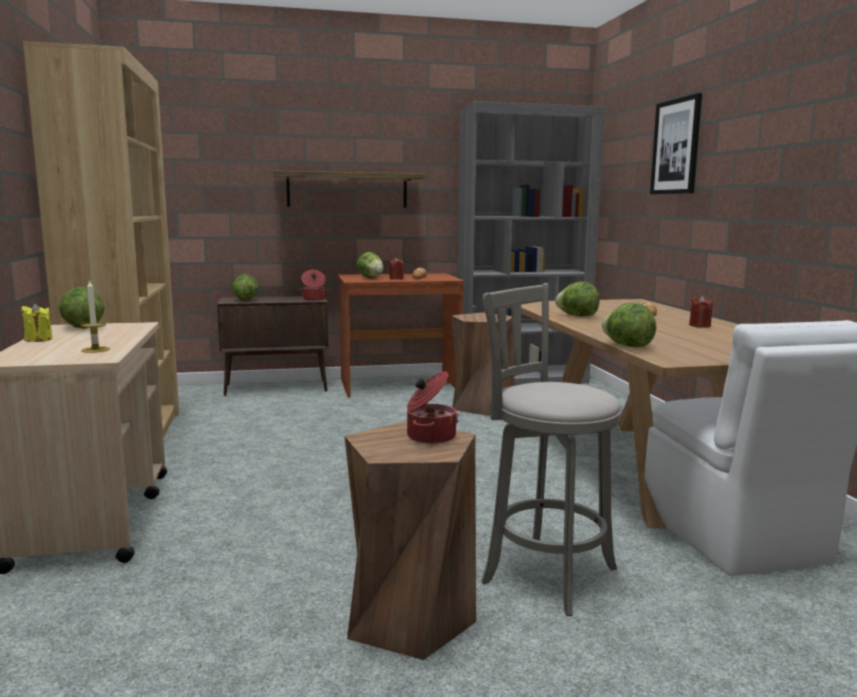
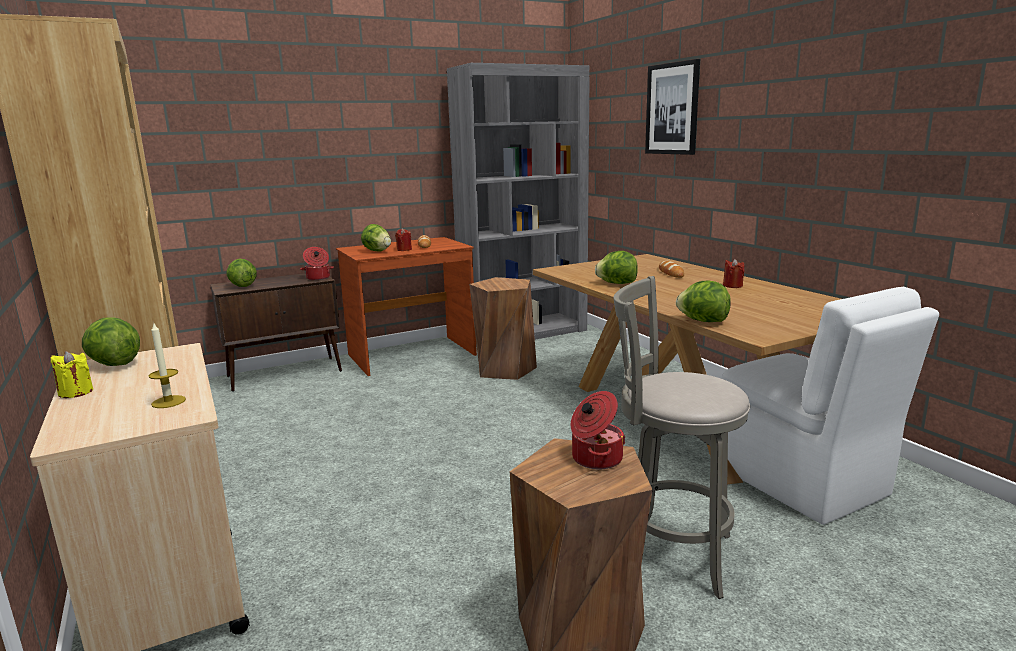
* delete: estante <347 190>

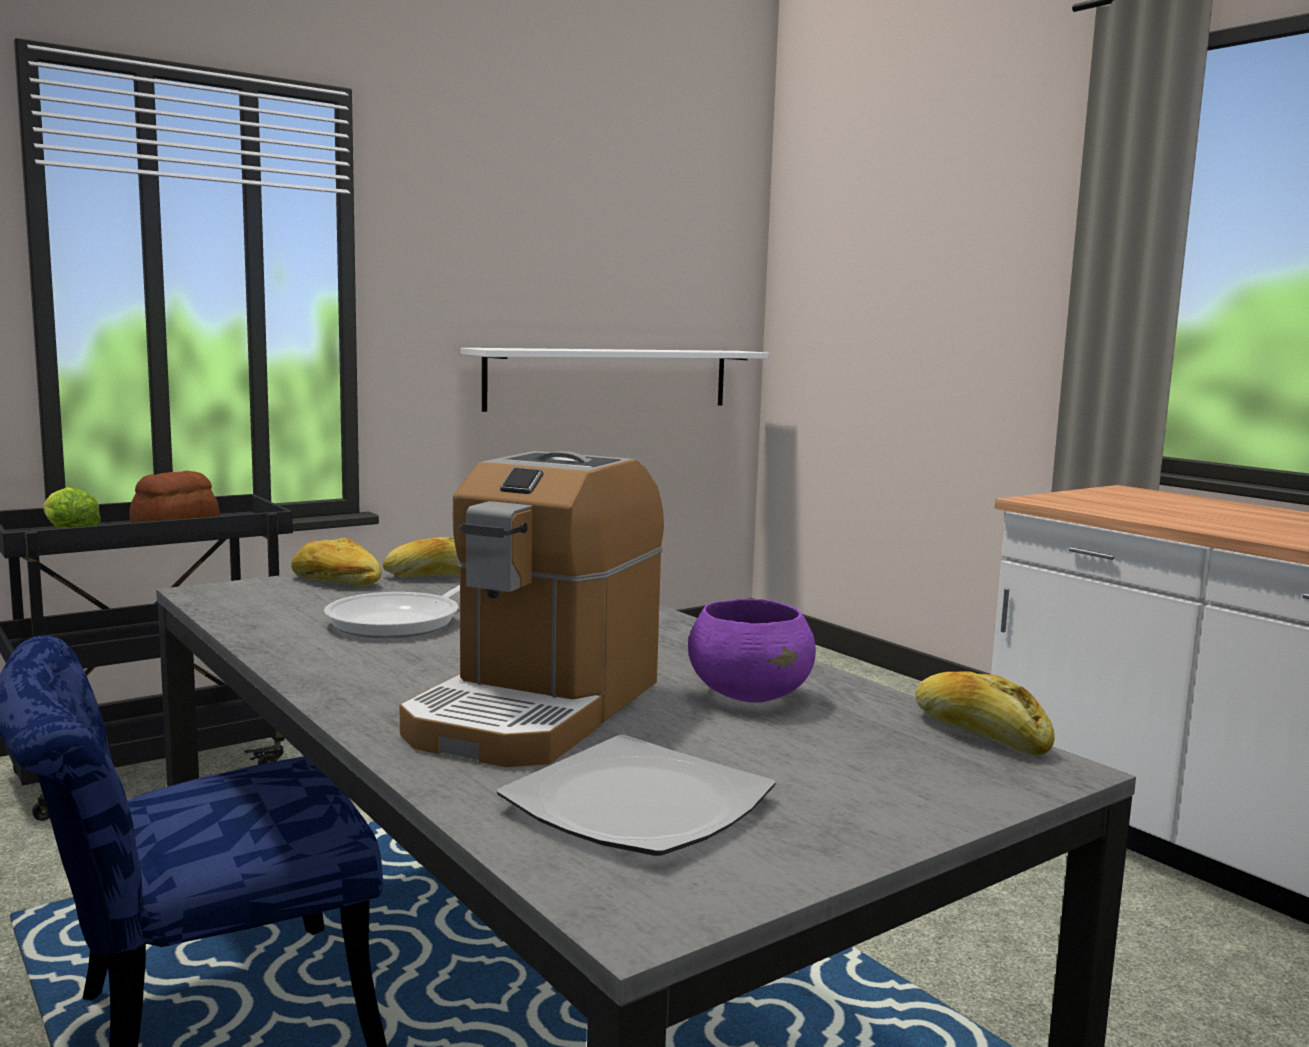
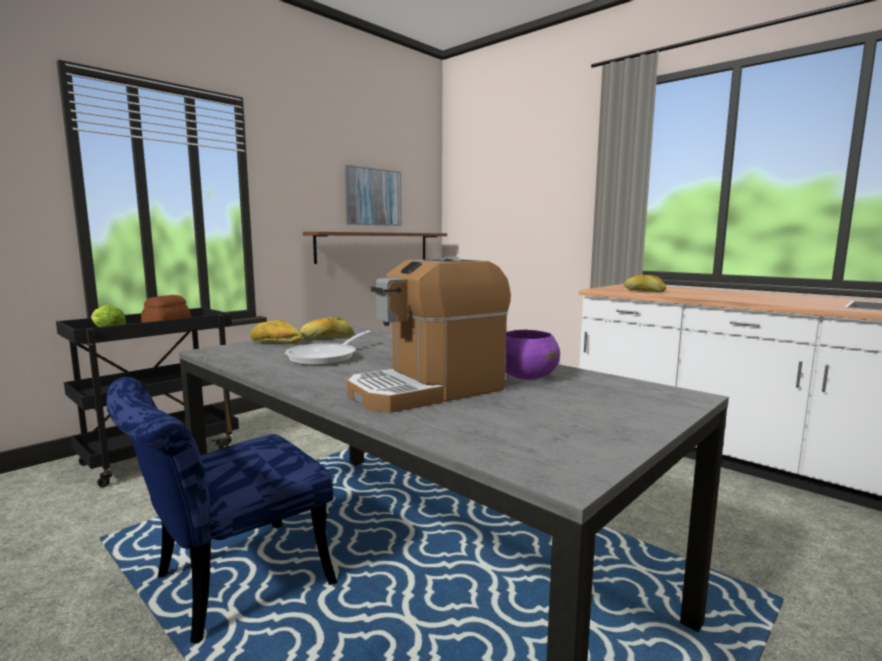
* recolor: estante [blanco] <611 378> to estante [marrón] <374 247>
* rotate: cafetera <537 708> = <428 390> 45 degrees clockwise
* move: pan <979 734> to <643 291>
* delete: plato <635 805>
* insert: cuadro <373 197>

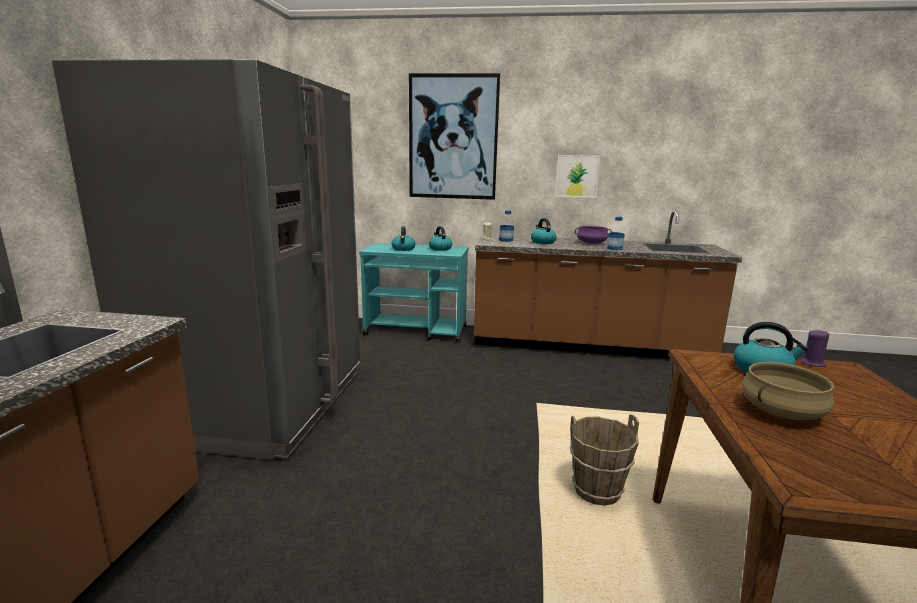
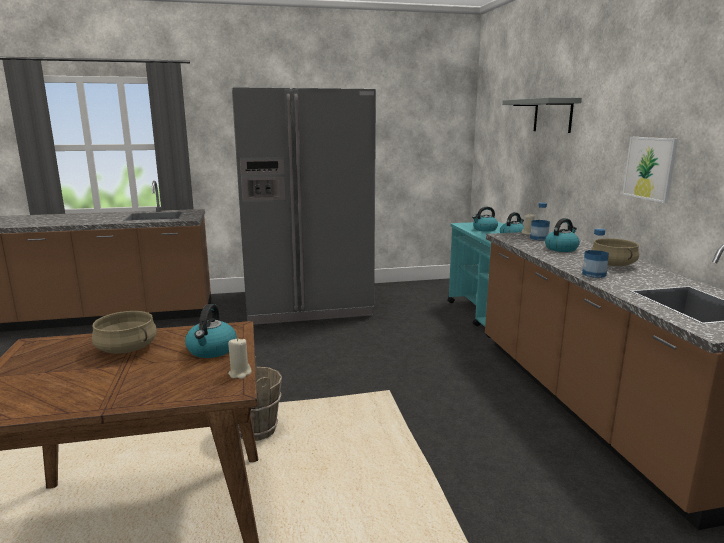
* replace: cuadro <453 138> to estante [gris] <553 115>
* recolor: olla [morado] <591 243> to olla [beis] <612 264>
* recolor: vela [morado] <812 363> to vela [beis] <240 373>

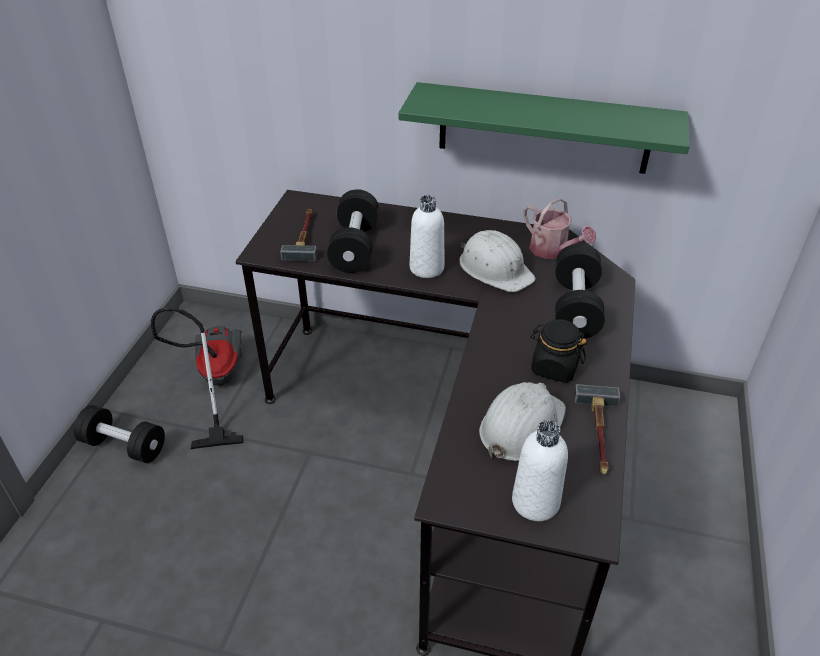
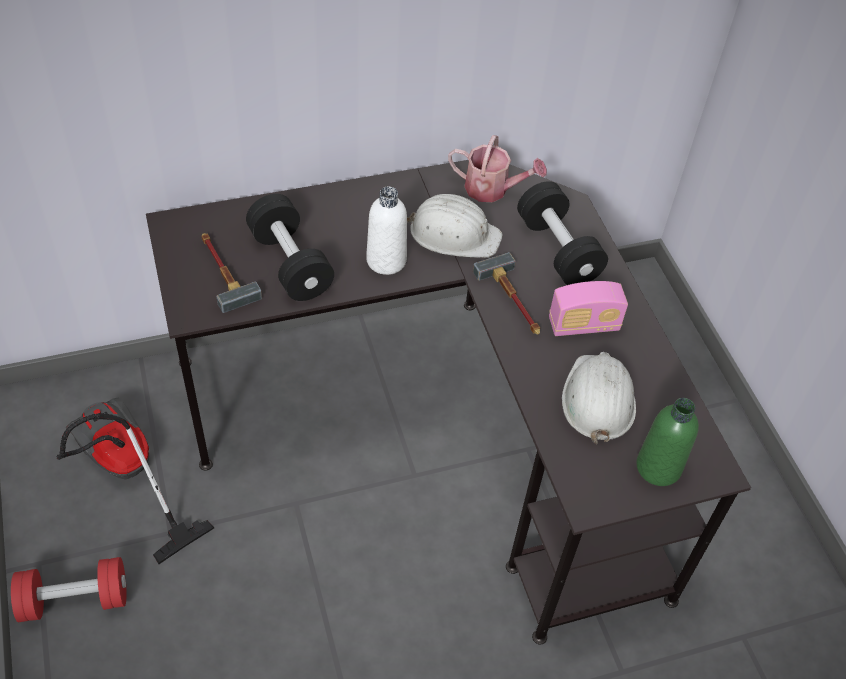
* delete: estante [verde] <543 128>
* replace: tarro [negro] <554 367> to radio <583 325>
* move: martillo <599 434> to <513 301>
* recolor: mancuerna [negro] <124 446> to mancuerna [rojo] <75 599>
* recolor: botella [blanco] <535 502> to botella [verde] <658 467>

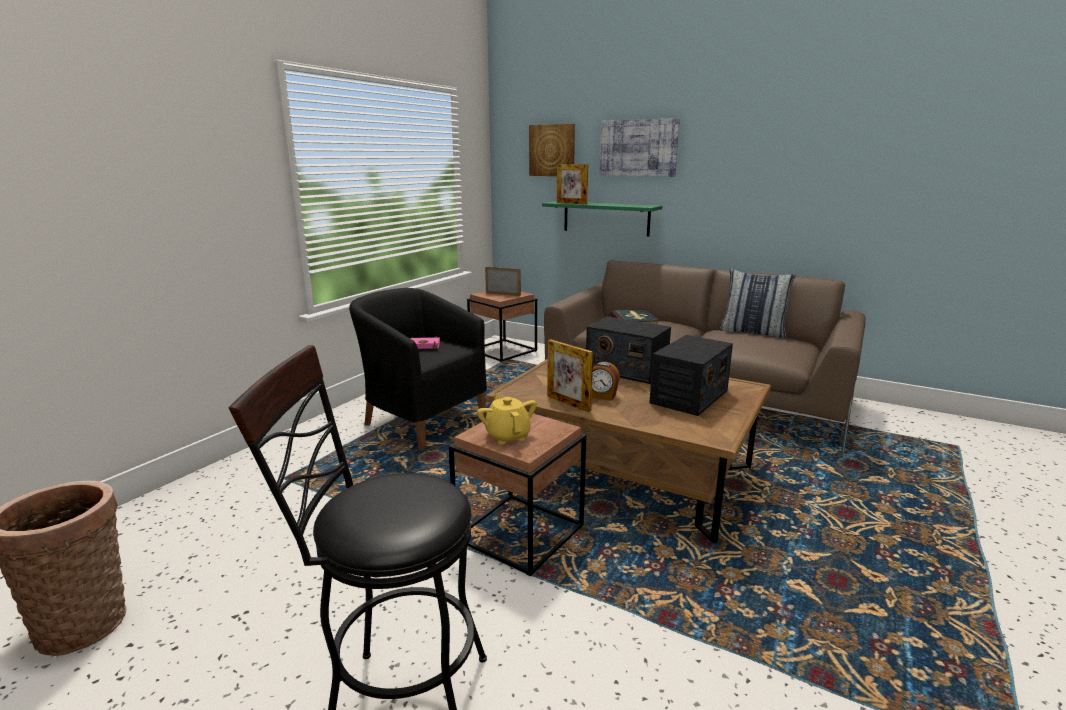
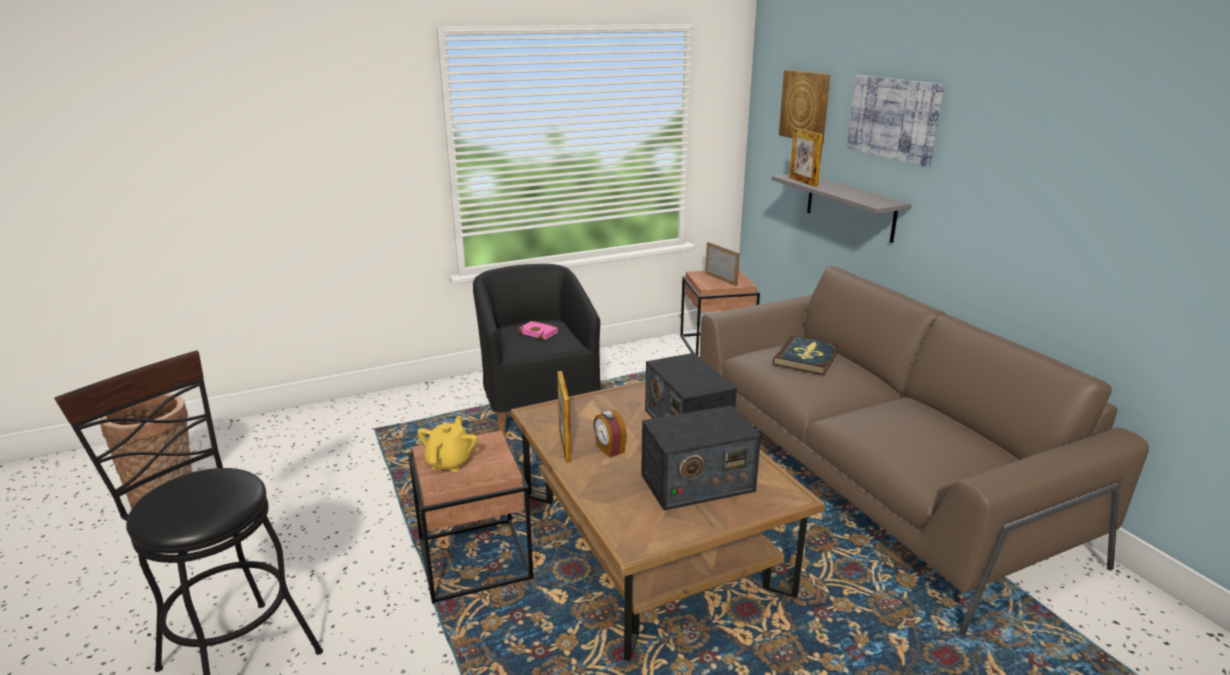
* recolor: estante [verde] <606 218> to estante [gris] <850 207>
* delete: cojín <753 332>

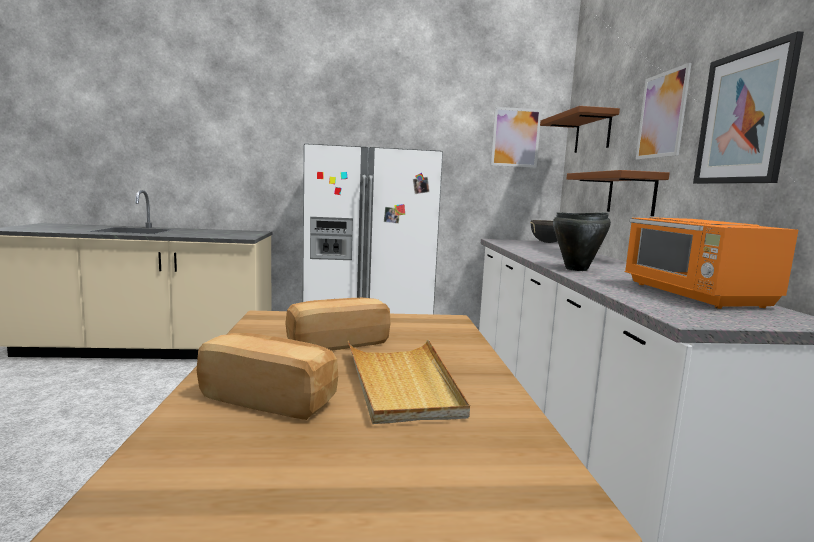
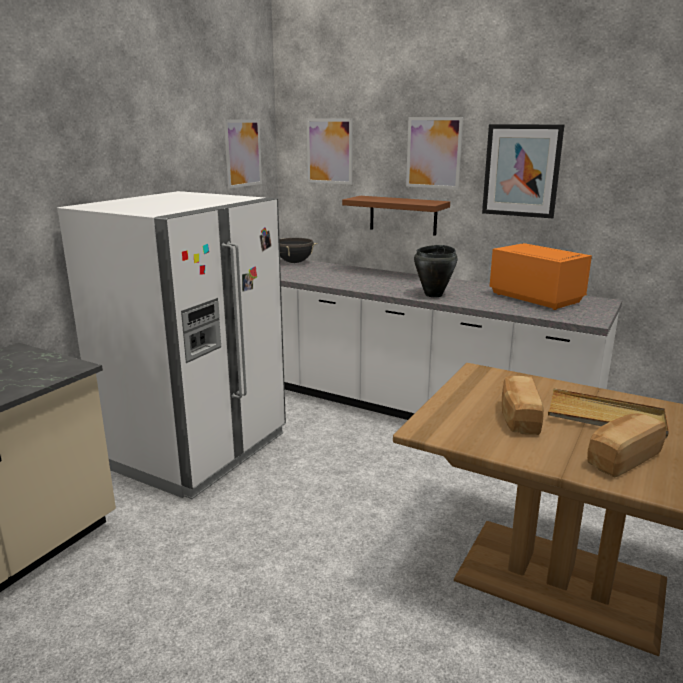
* replace: estante [marrón] <592 133> to cuadro <329 151>
* rotate: microondas [naranja] <695 295> = <535 298> 150 degrees counterclockwise

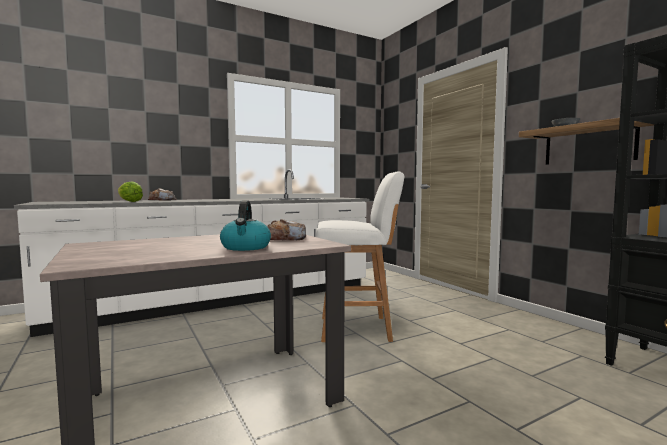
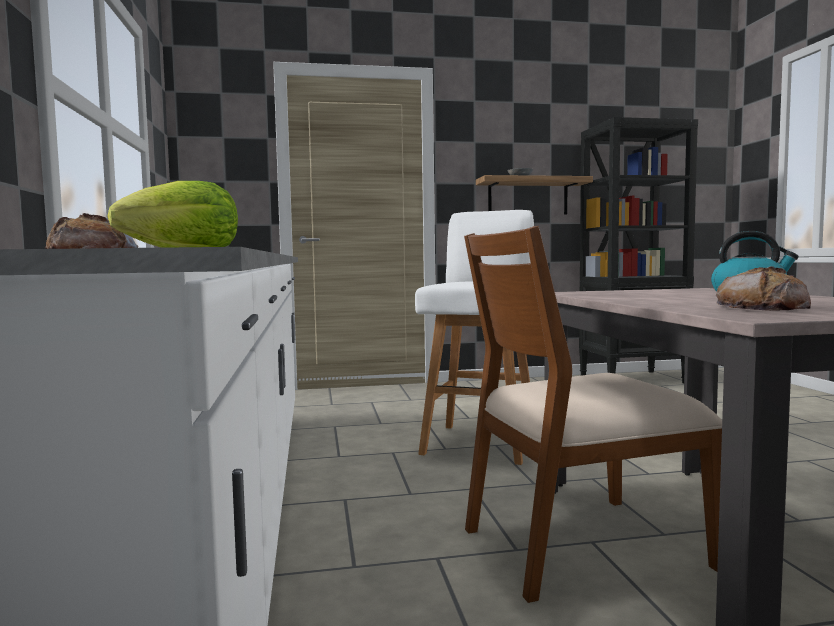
* move: pan <285 238> to <762 307>
* insert: silla [marrón] <580 546>

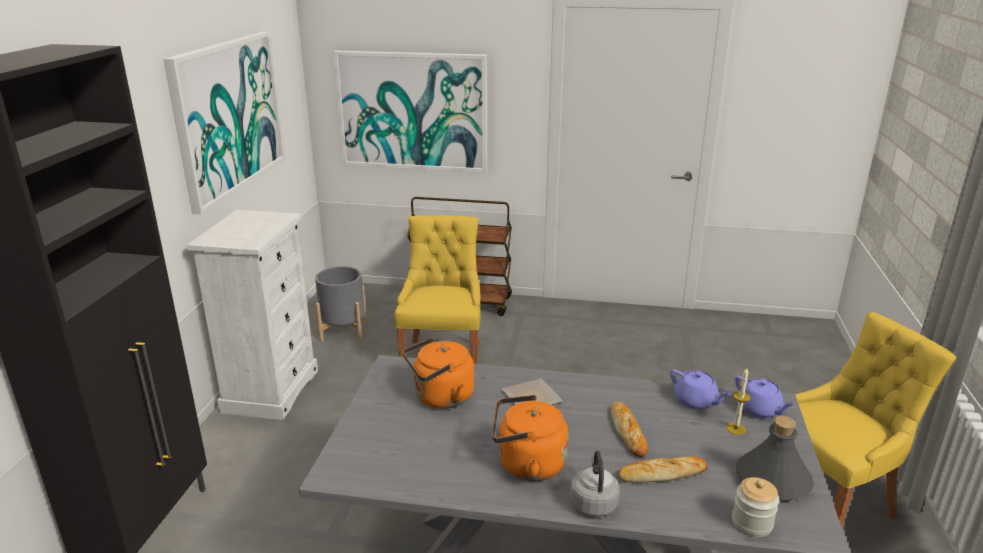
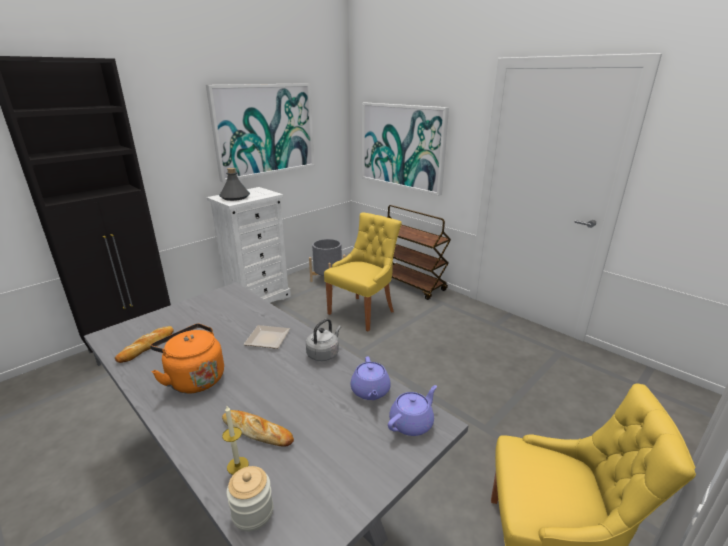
* delete: hervidor [naranja] <440 398>
* move: vela <736 428> to <237 465>
* rotate: tetera [morado] <759 410> = <412 423> 135 degrees counterclockwise
* move: pan <628 432> to <147 346>
* move: botella [gris] <773 481> to <235 197>
* move: hervidor [gris] <593 502> to <324 354>

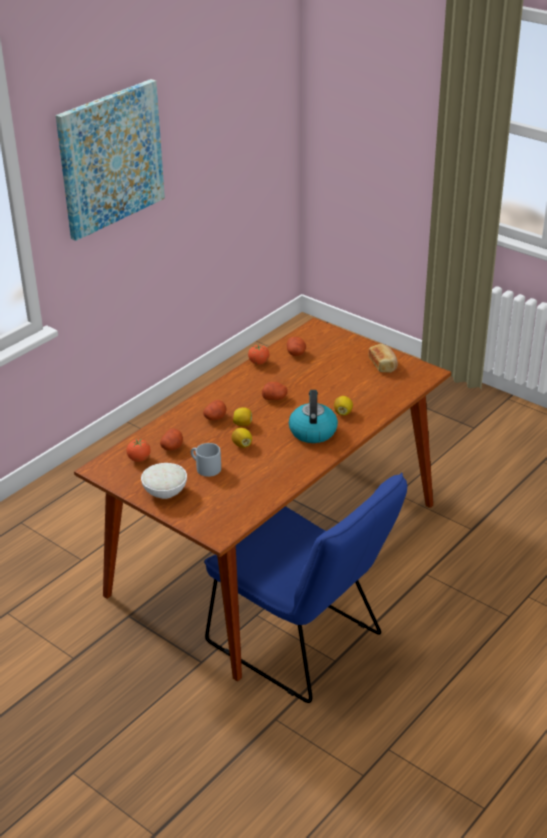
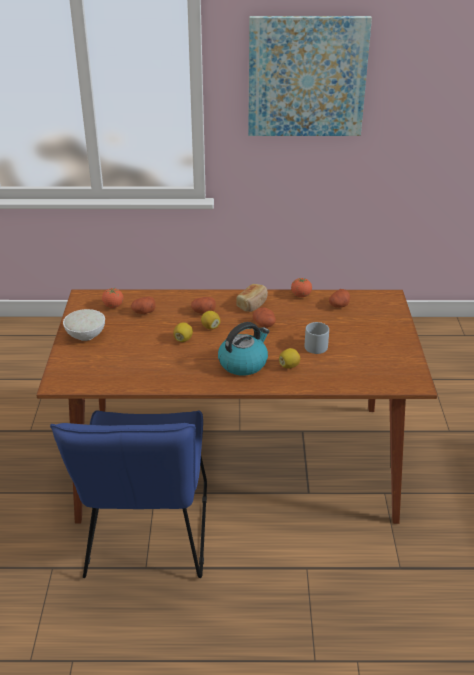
* move: pan <383 365> to <252 304>
* move: taza grande [gris] <205 468> to <314 344>

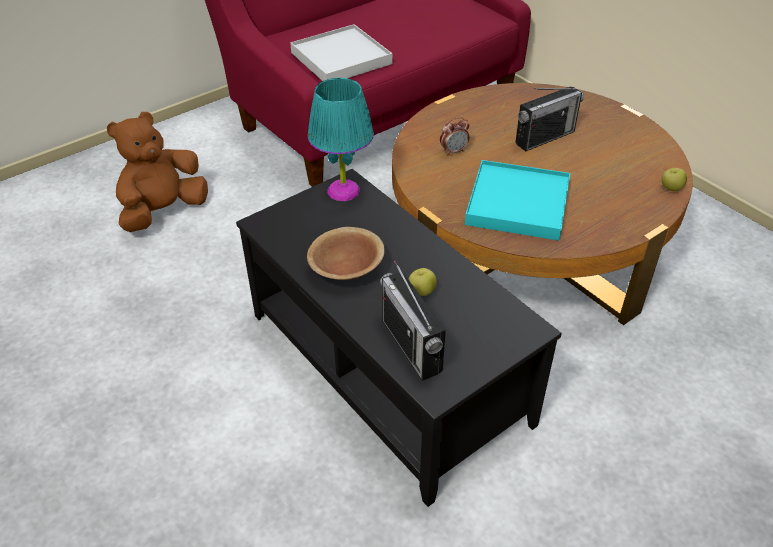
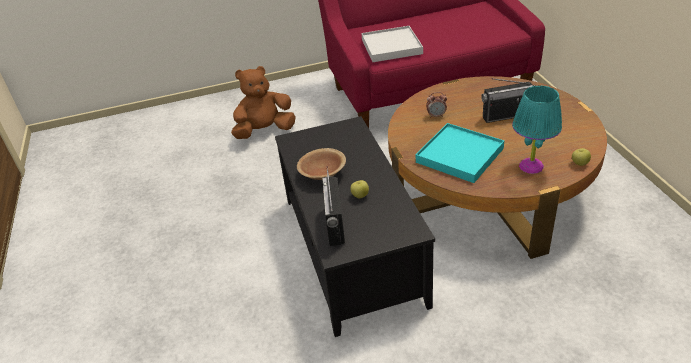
* move: lámpara de mesa [turquesa] <343 191> to <531 166>

